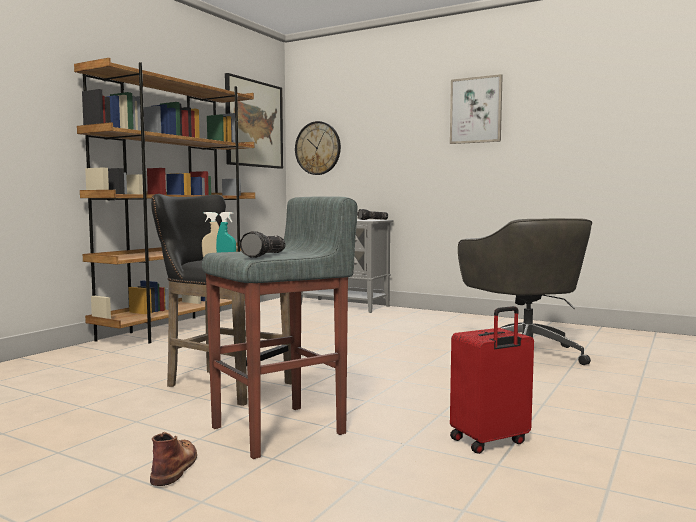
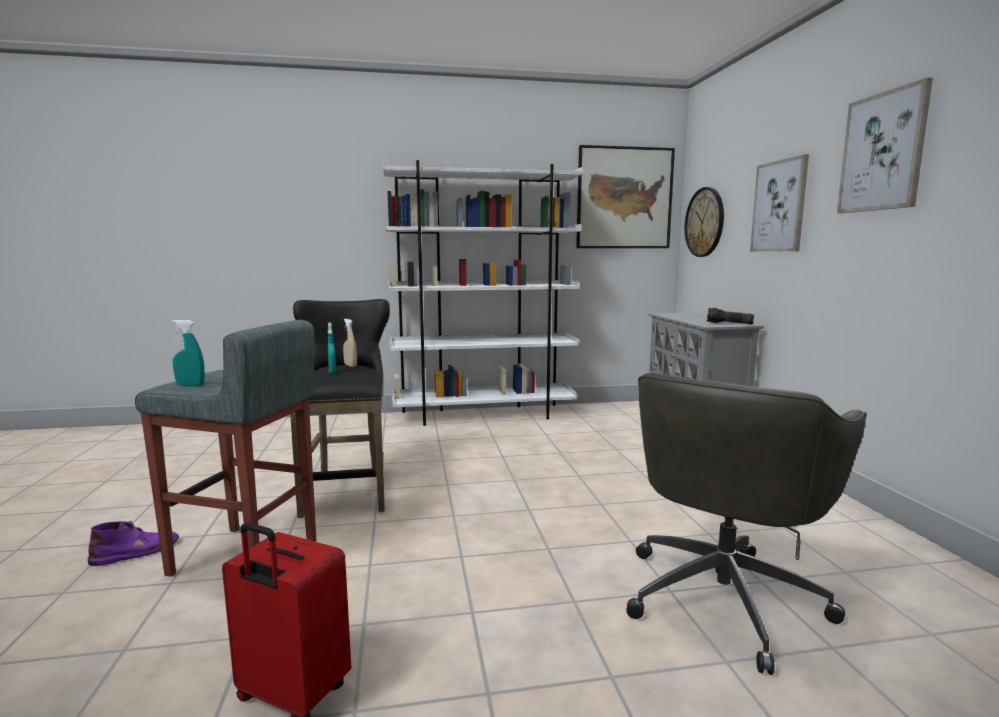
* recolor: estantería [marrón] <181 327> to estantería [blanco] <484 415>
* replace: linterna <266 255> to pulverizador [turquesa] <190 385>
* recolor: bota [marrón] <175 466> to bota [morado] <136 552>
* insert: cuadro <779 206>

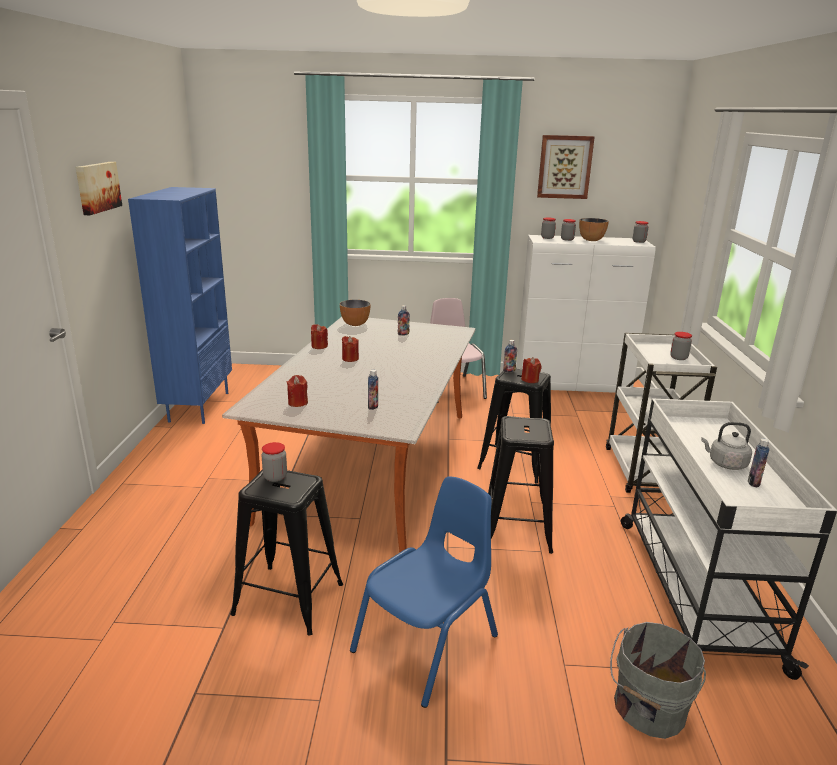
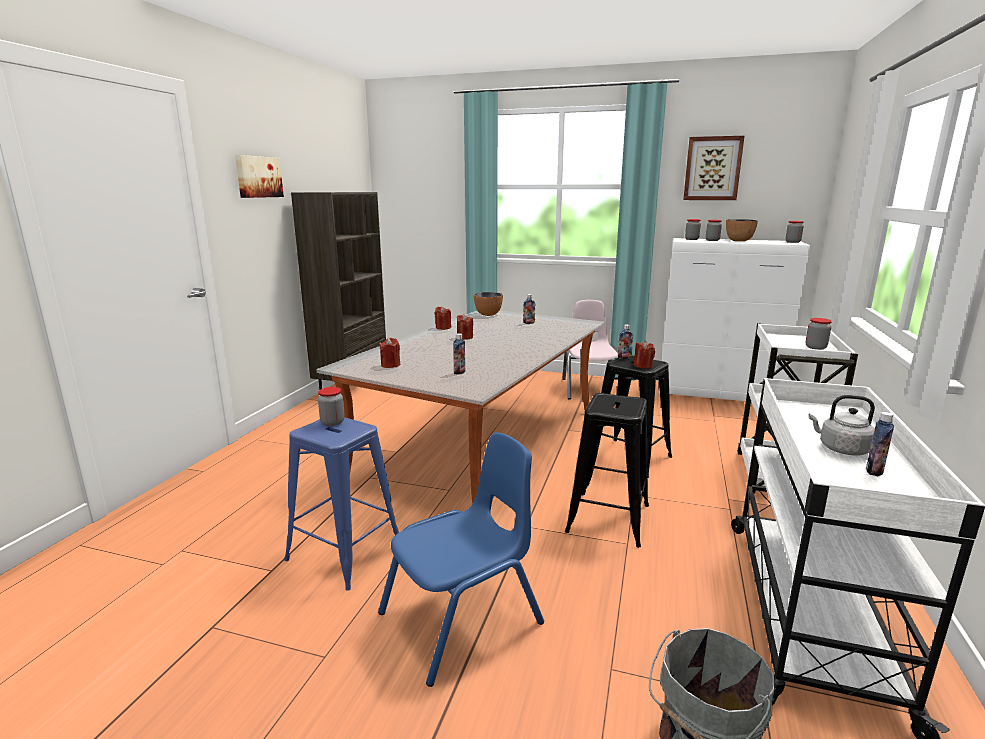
* recolor: estantería [azul] <198 406> to estantería [marrón] <352 387>
* recolor: taburete [negro] <289 599> to taburete [azul] <345 553>

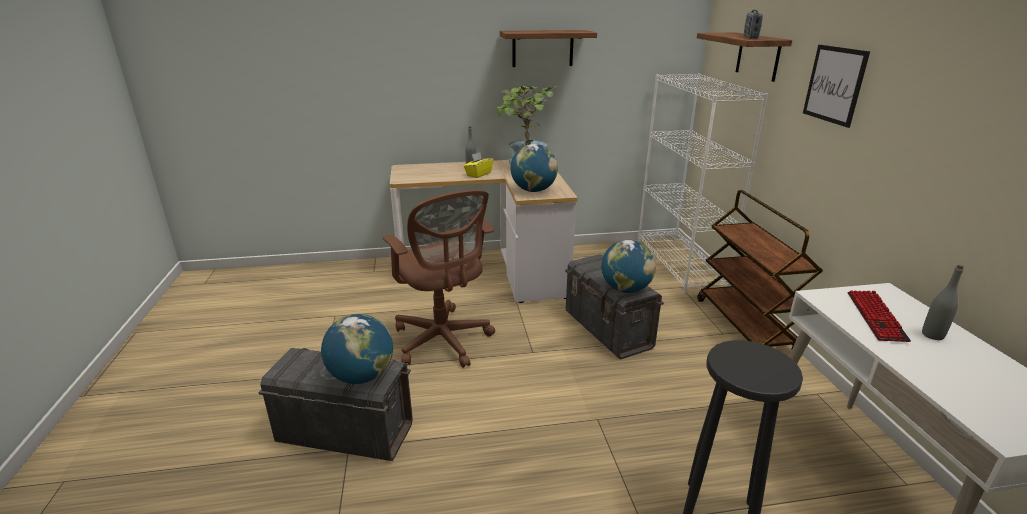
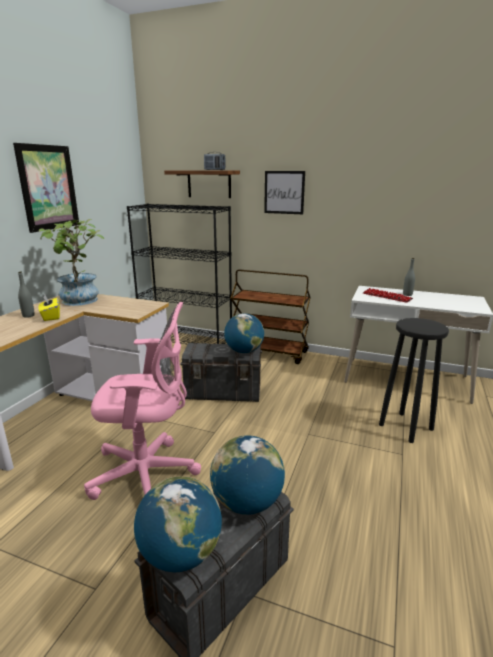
* replace: estante <542 48> to cuadro <48 188>
* recolor: estantería [blanco] <680 264> to estantería [negro] <187 341>
* move: globo terráqueo <533 190> to <180 554>
* recolor: silla de oficina [marrón] <444 342> to silla de oficina [rosa] <148 474>

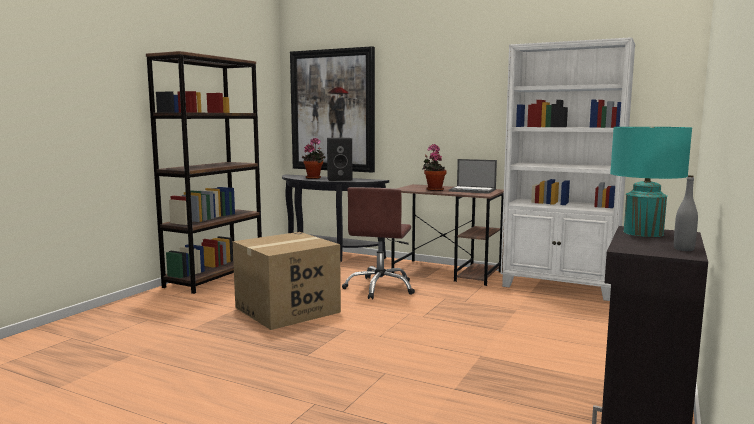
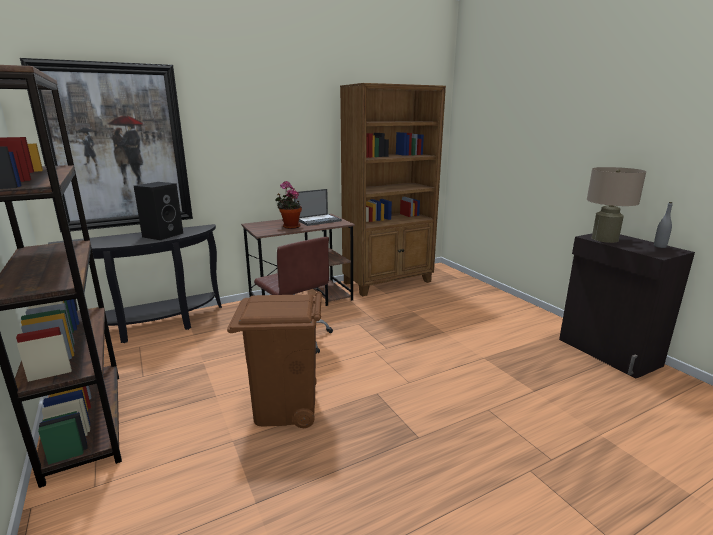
* recolor: estantería [blanco] <559 287> to estantería [marrón] <388 282>
* recolor: lámpara de mesa [turquesa] <643 233> to lámpara de mesa [beis] <604 239>
* delete: planta en maceta <314 178>
* replace: caja de cartón <287 310> to papelera [marrón] <285 408>

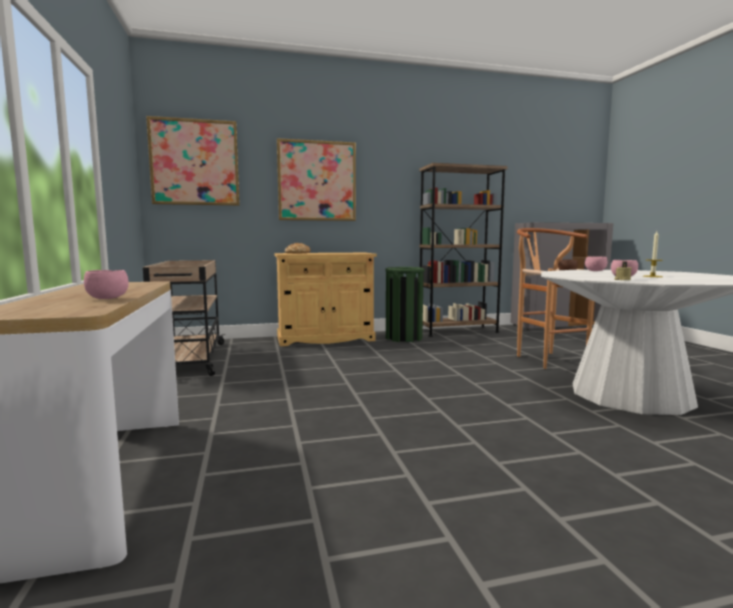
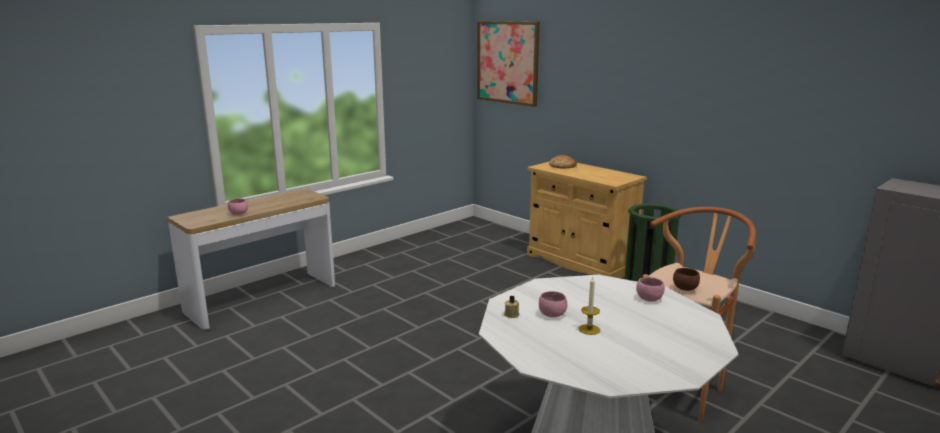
* delete: cuadro <317 181>
* delete: estantería [marrón] <458 331>
* delete: carrito [beis] <189 360>

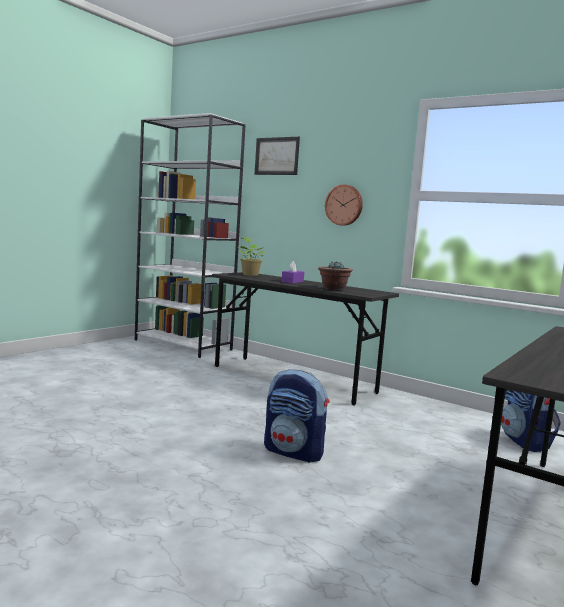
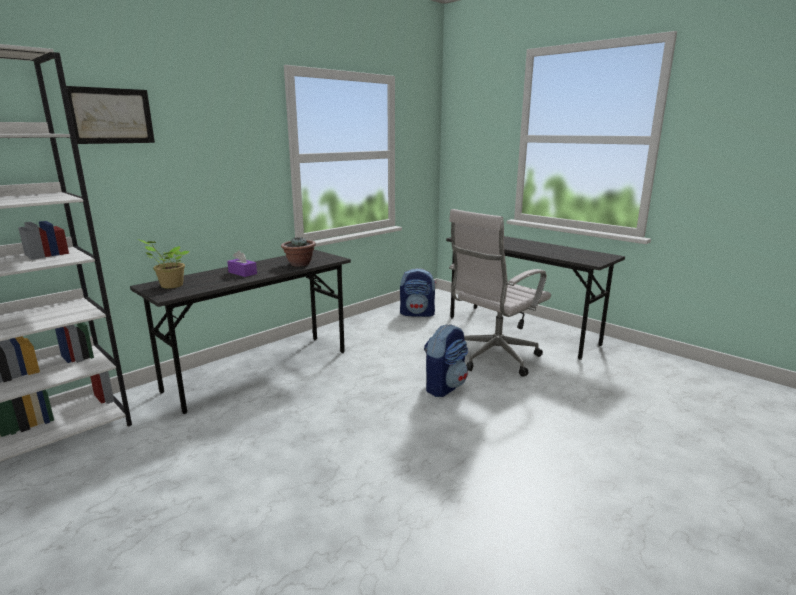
* delete: reloj de pared <344 205>
* insert: silla de oficina [blanco] <493 359>

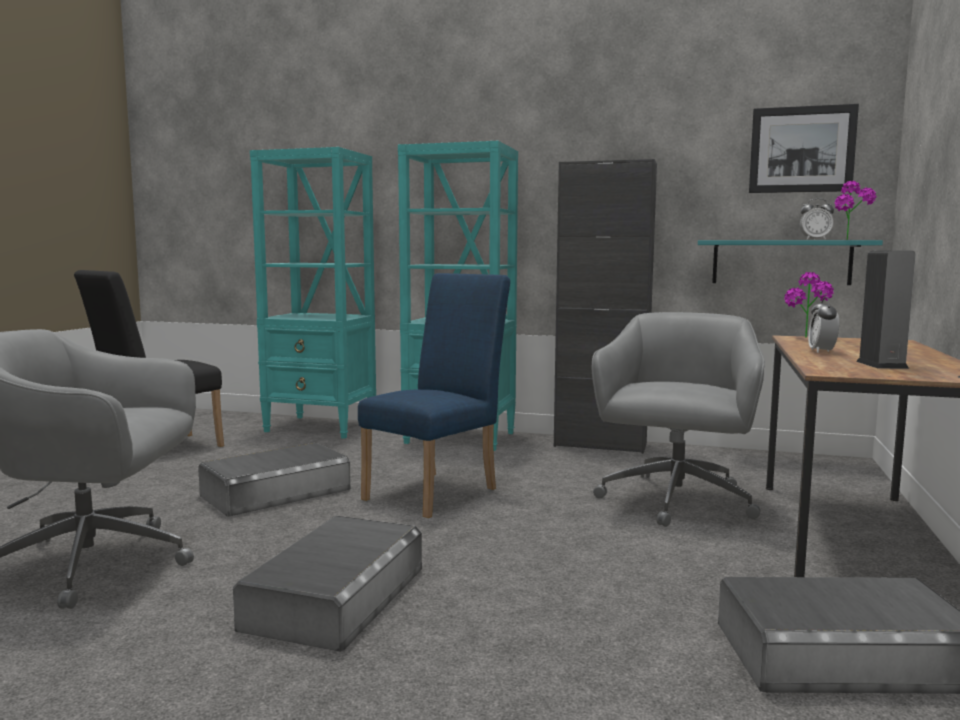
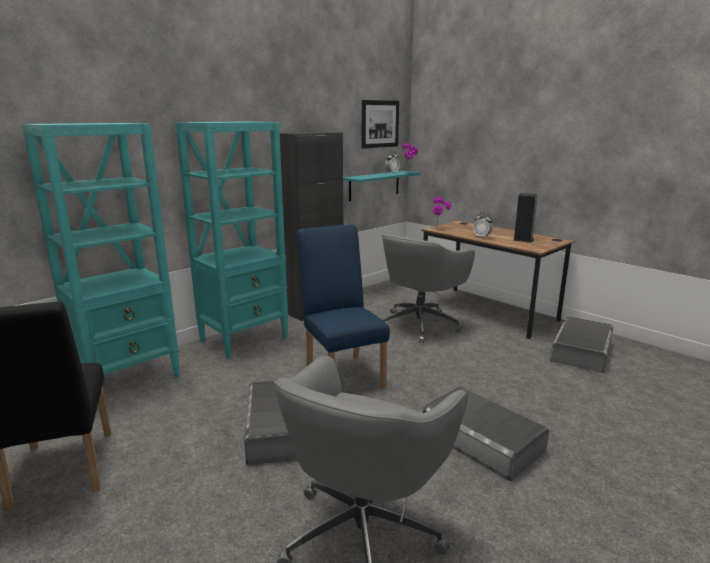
* rotate: silla de oficina [gris] <675 502> = <420 324> 105 degrees counterclockwise

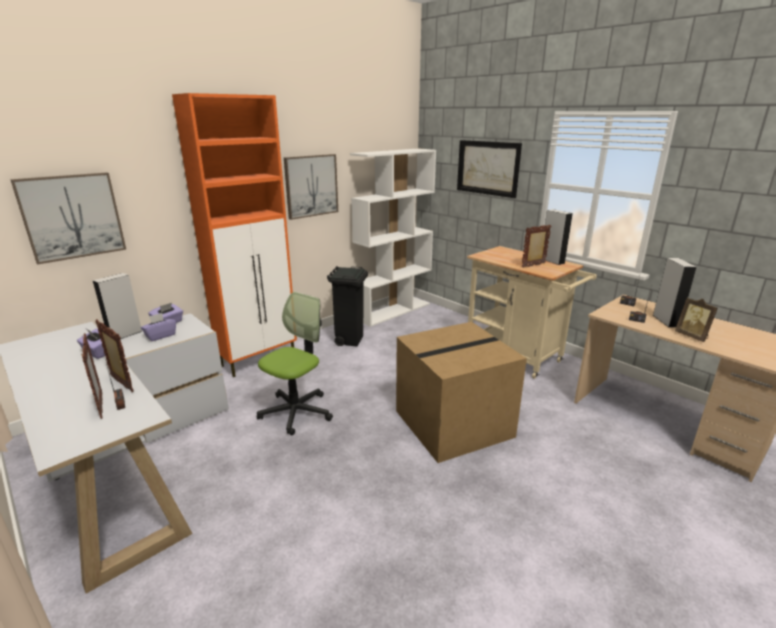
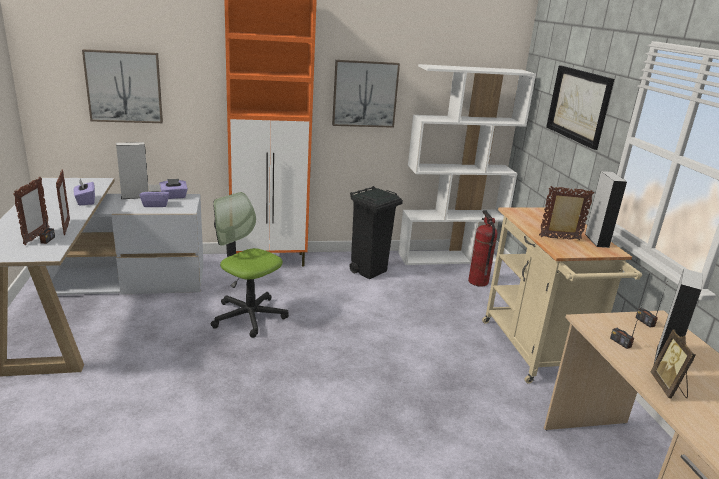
* rotate: silla de oficina <296 412> = <249 316> 120 degrees counterclockwise
* delete: caja de cartón <454 422>
* insert: extintor <478 282>

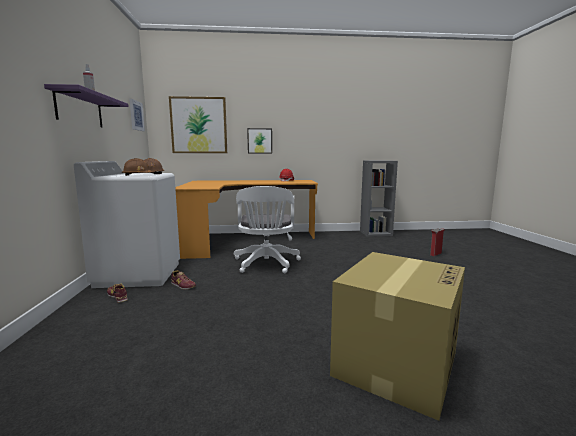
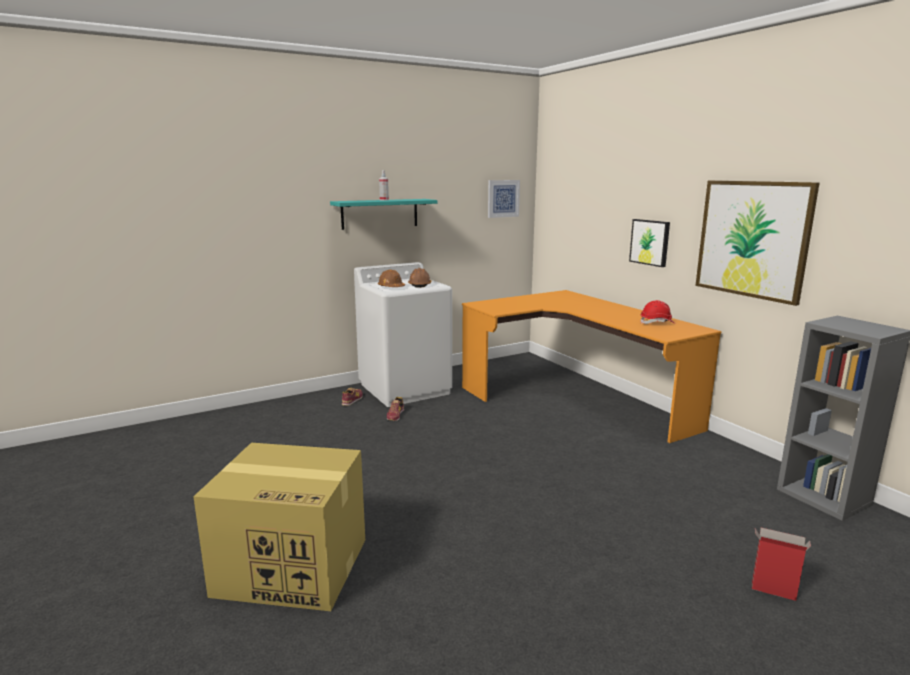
* recolor: estante [morado] <80 109> to estante [turquesa] <379 213>
* move: cuadro <199 125> to <752 239>
* delete: silla de oficina [blanco] <266 264>

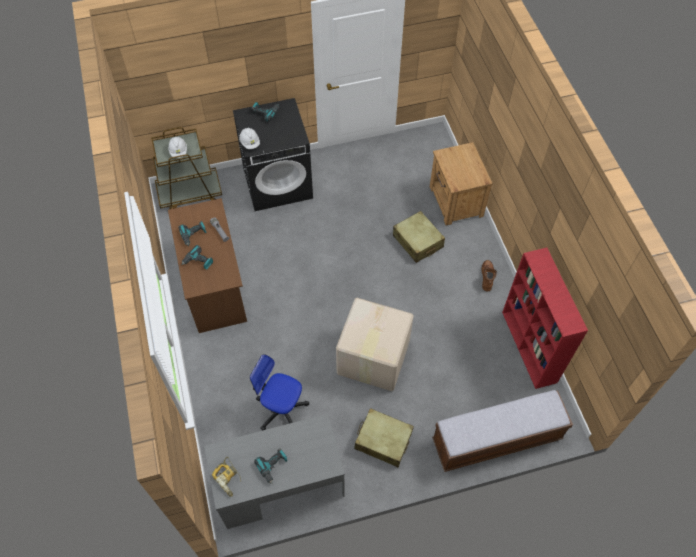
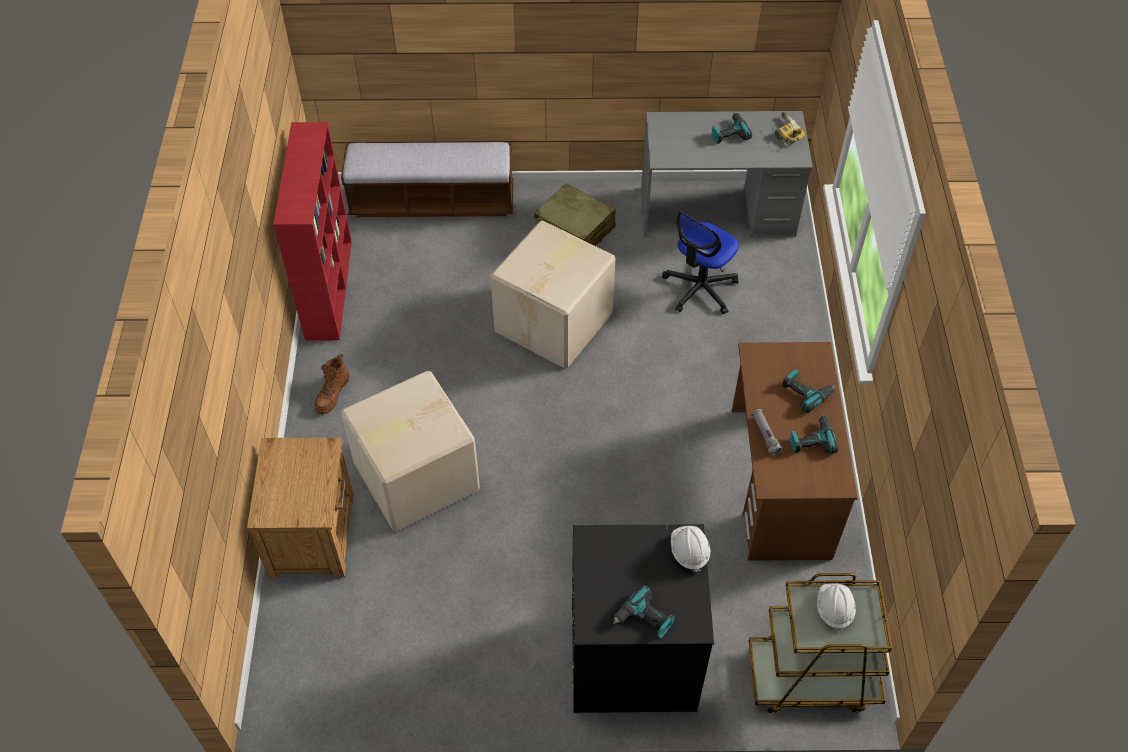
* replace: maleta [beis] <418 241> to caja de cartón <414 476>
* rotate: silla de oficina <281 409> = <700 288> 90 degrees clockwise

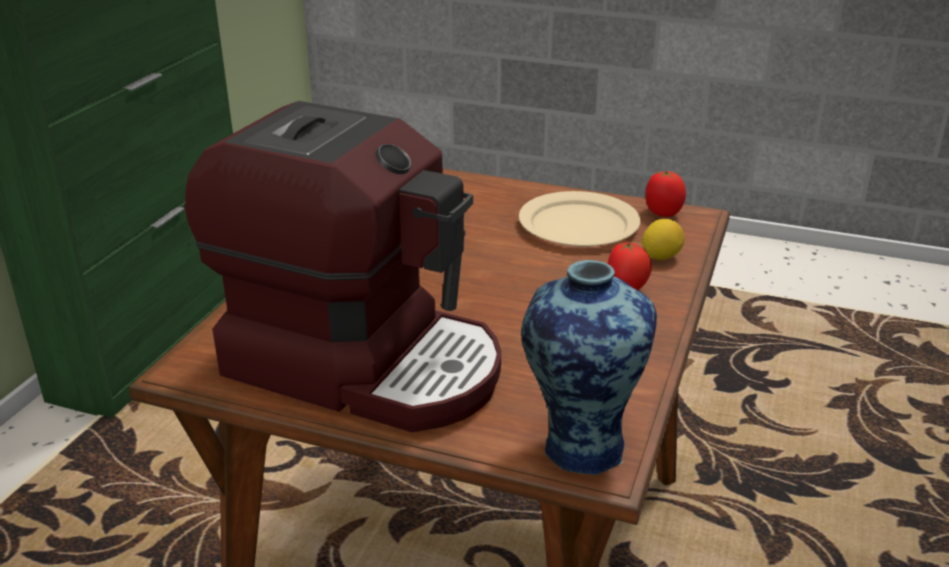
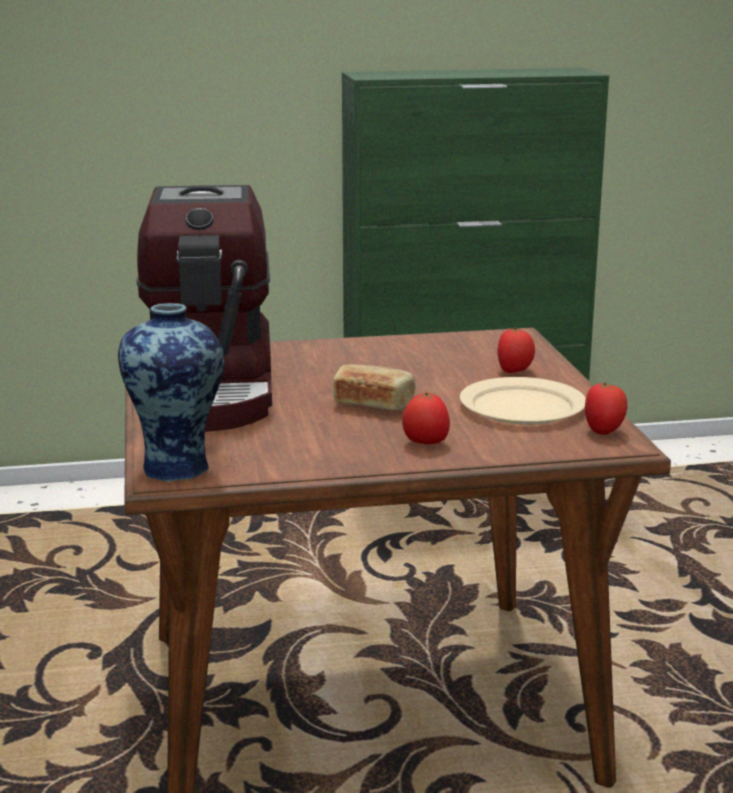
* delete: limón <661 256>
* insert: tomate <515 371>
* insert: pan <374 404>

